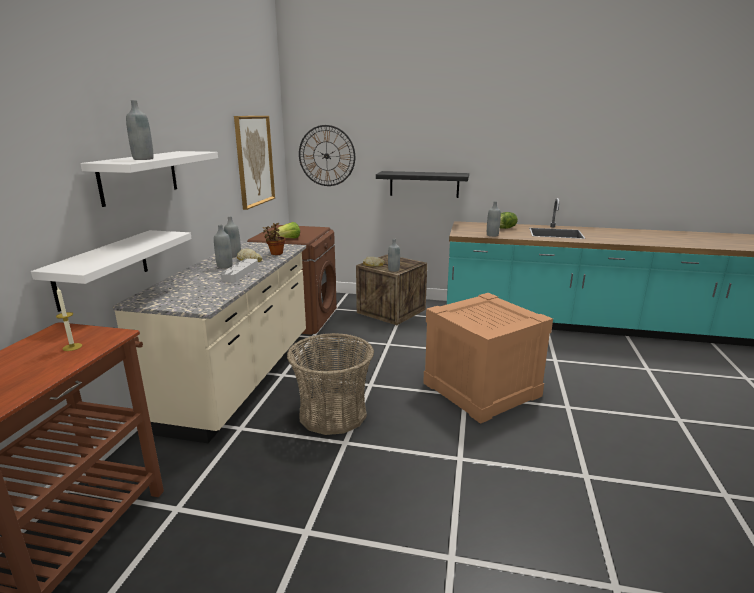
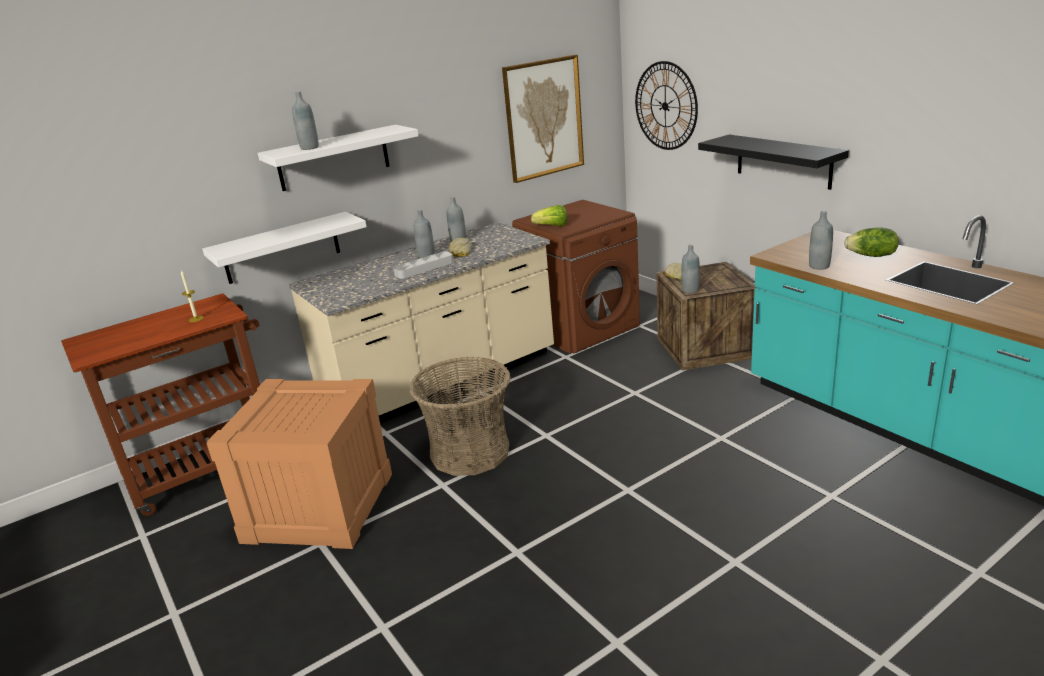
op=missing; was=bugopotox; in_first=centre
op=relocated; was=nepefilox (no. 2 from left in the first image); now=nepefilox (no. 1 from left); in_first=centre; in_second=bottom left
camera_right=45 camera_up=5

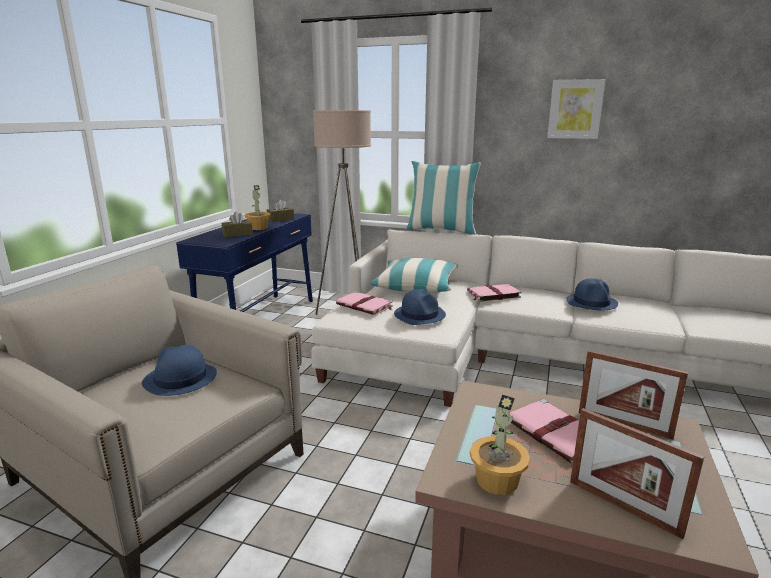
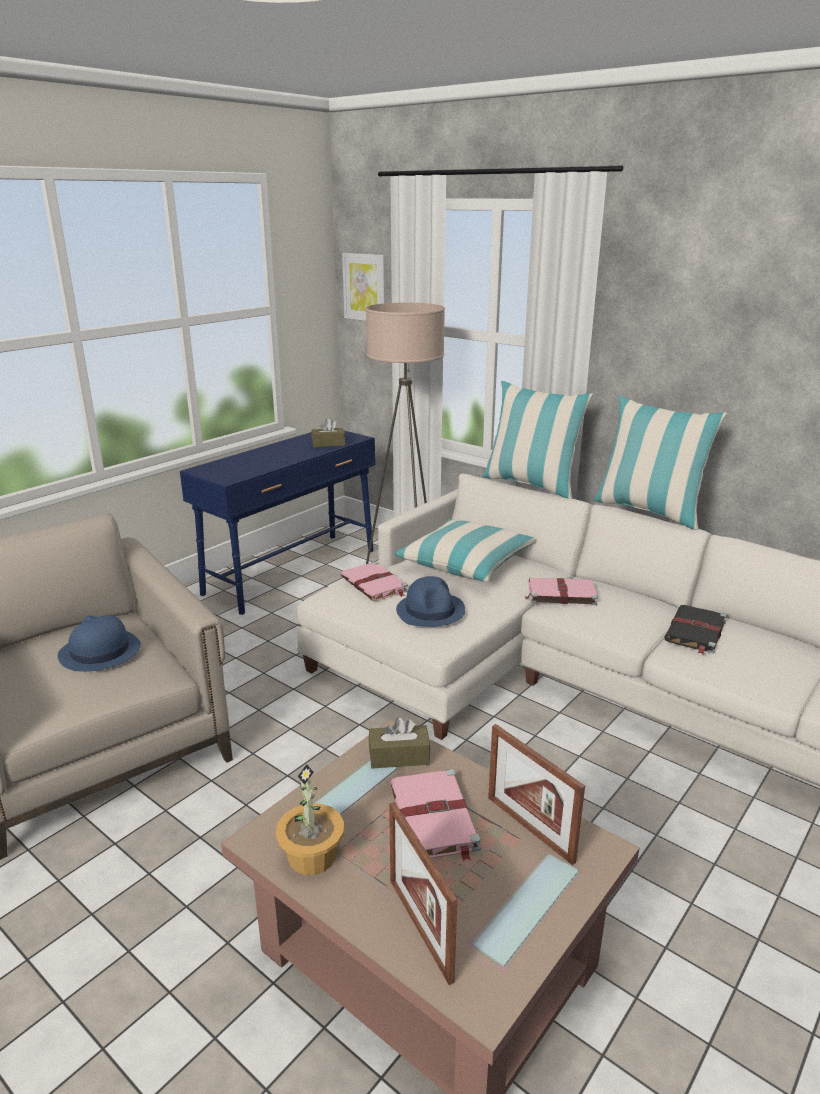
op=relocated; was=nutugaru; in_first=top right; in_second=top centre
op=missing; was=bugopotox (no. 1 from left); in_first=centre
op=relocated; was=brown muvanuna (no. 1 from left in the first image); now=brown muvanuna (no. 2 from left); in_first=middle left; in_second=bottom centre
op=exchanged; was=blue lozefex (no. 3 from left); now=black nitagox; in_first=middle right; in_second=middle right
op=appeared; now=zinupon (no. 3 from left); in_second=middle right
camera_right=20 camera_up=5

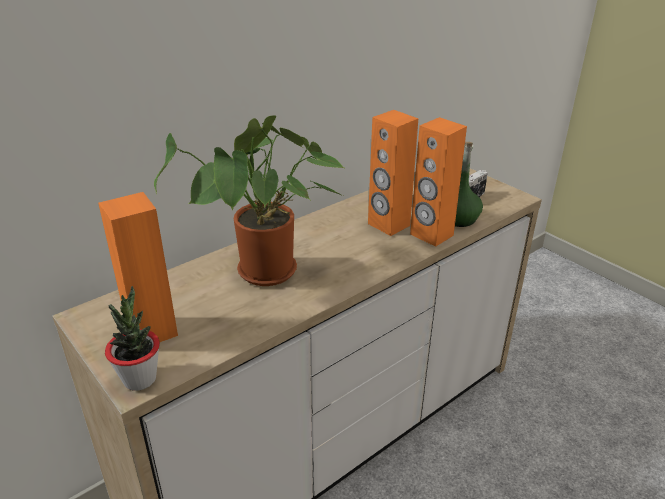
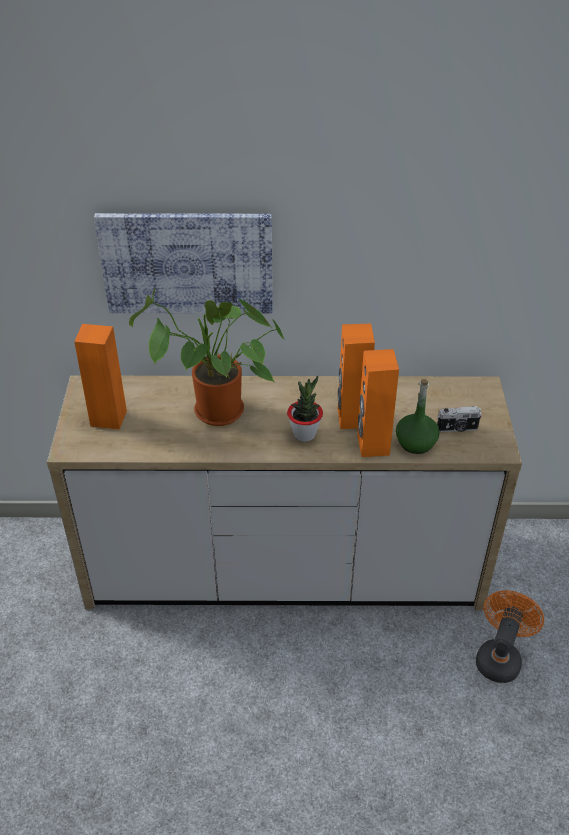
op=relocated; was=bugopotox (no. 1 from left in the first image); now=bugopotox (no. 2 from left); in_first=bottom left; in_second=centre
op=appeared; now=nutugaru; in_second=top left
op=appeared; now=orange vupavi; in_second=bottom right
camera_right=40 camera_up=10

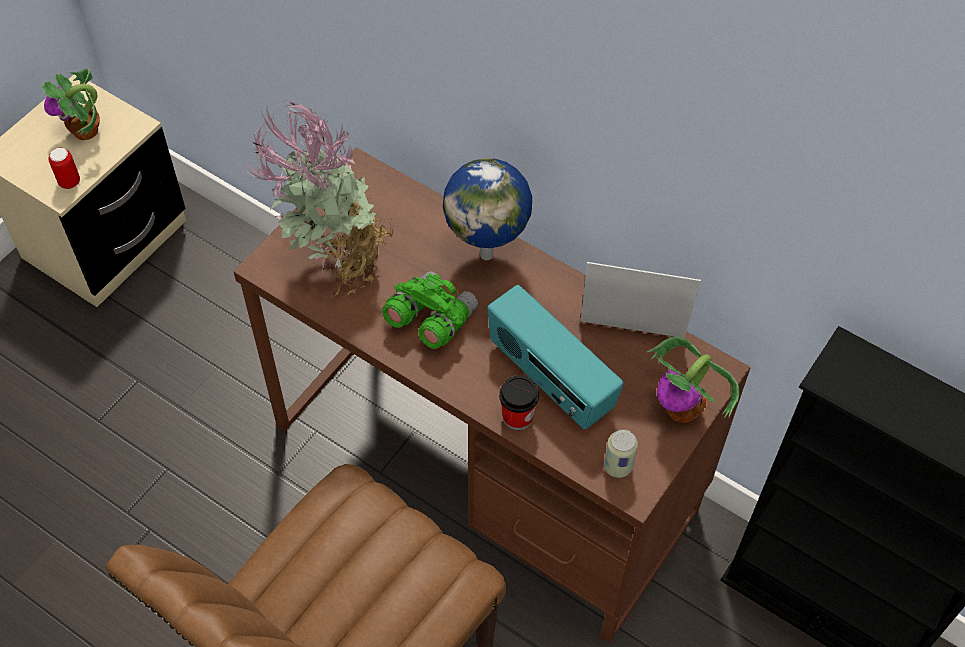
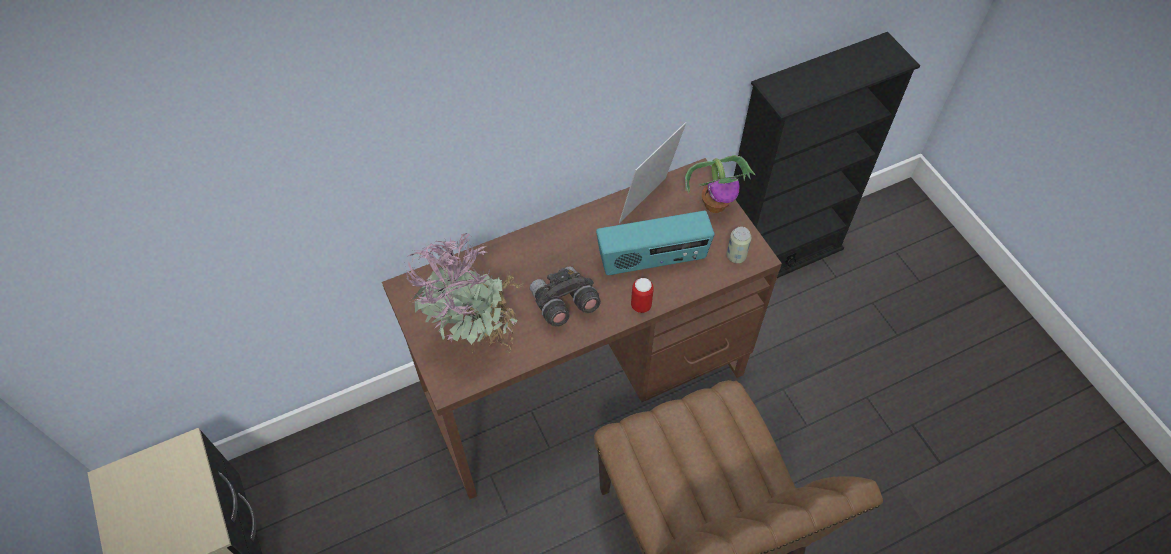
op=missing; was=bugopotox (no. 1 from left); in_first=top left
op=relocated; was=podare (no. 1 from left); in_first=top left; in_second=centre
op=missing; was=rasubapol; in_first=top centre
op=colour; was=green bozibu; now=grey bozibu; in_first=centre; in_second=centre
op=missing; was=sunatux; in_first=centre
camera_right=-60 camera_up=0

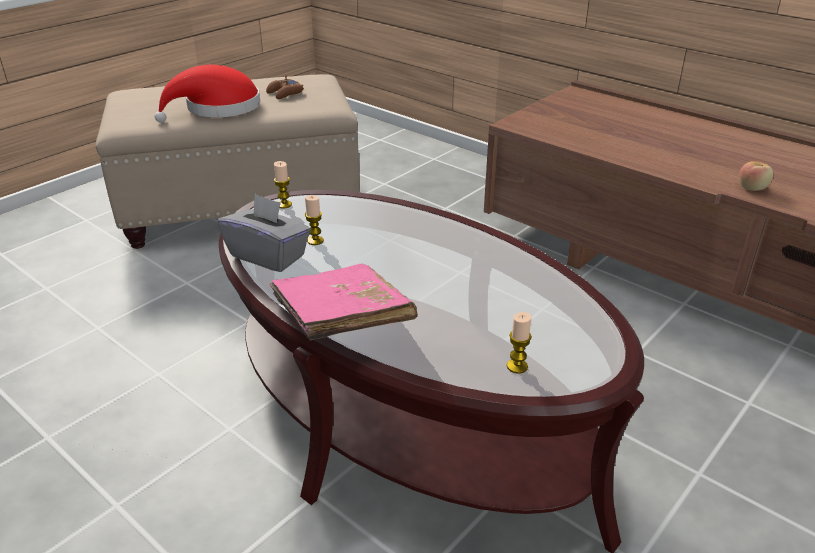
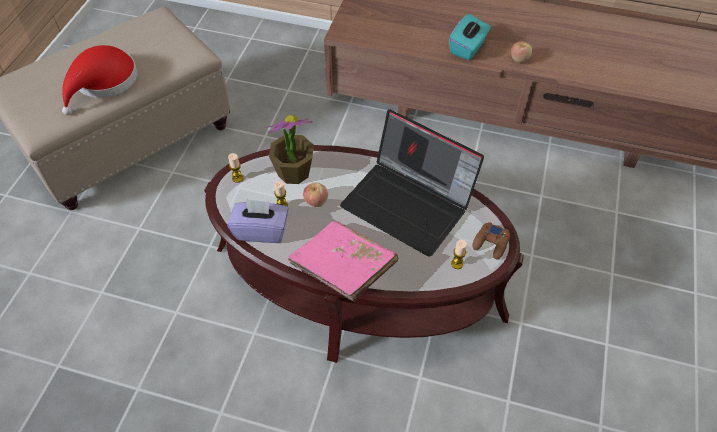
op=relocated; was=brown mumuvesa; in_first=top centre; in_second=middle right
op=colour; was=grey muvanuna; now=purple muvanuna; in_first=middle left; in_second=centre
op=appeared; now=turquoise muvanuna; in_second=top centre
op=appeared; now=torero; in_second=centre
op=appeared; now=bugopotox; in_second=centre
op=appeared; now=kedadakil (no. 1 from left); in_second=centre
camera_right=-25 camera_up=20

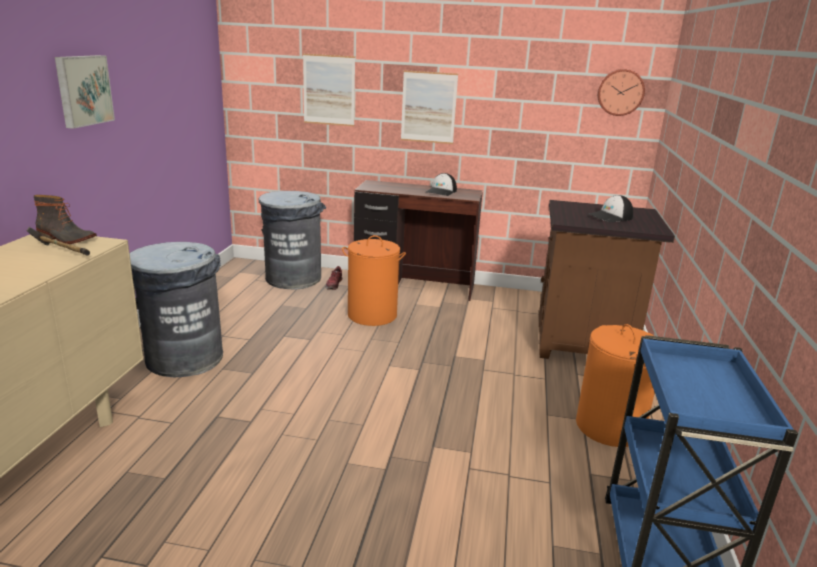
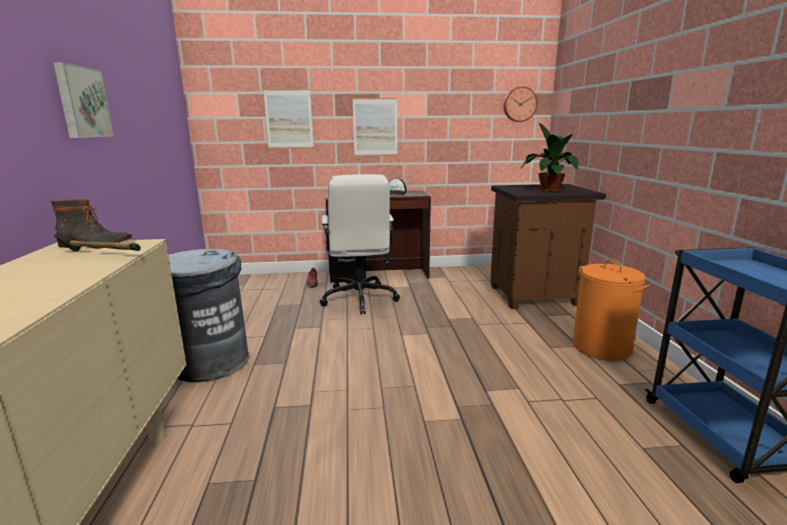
op=missing; was=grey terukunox (no. 2 from left); in_first=centre
op=exchanged; was=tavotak (no. 2 from left); now=bugopotox; in_first=middle right; in_second=top right
op=exchanged; was=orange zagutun (no. 1 from left); now=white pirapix; in_first=centre; in_second=centre
camera_right=-15 camera_up=-5

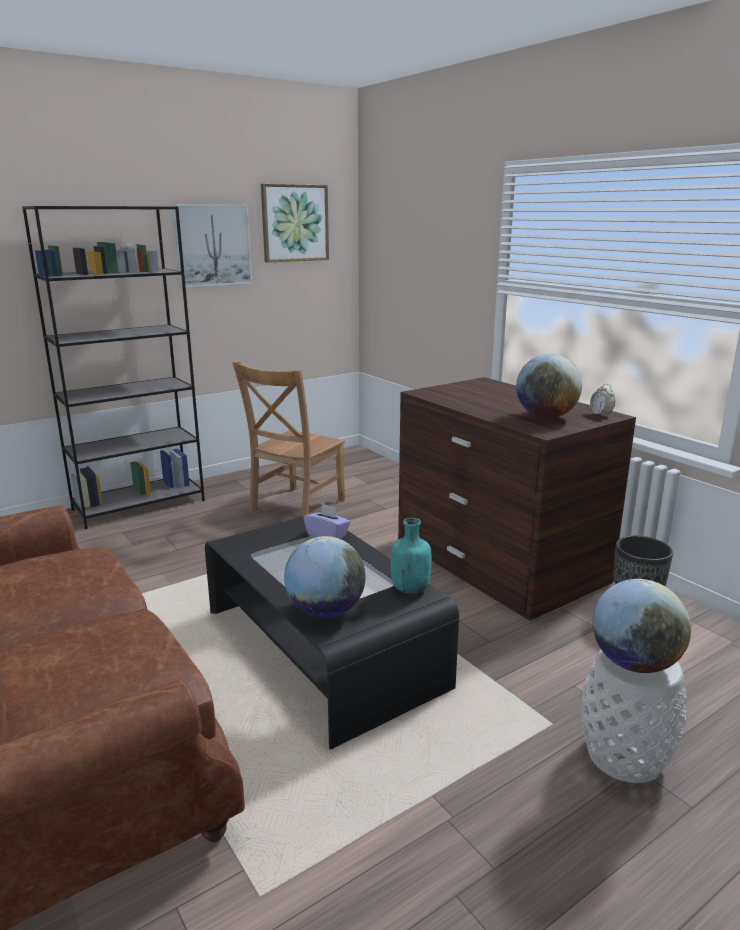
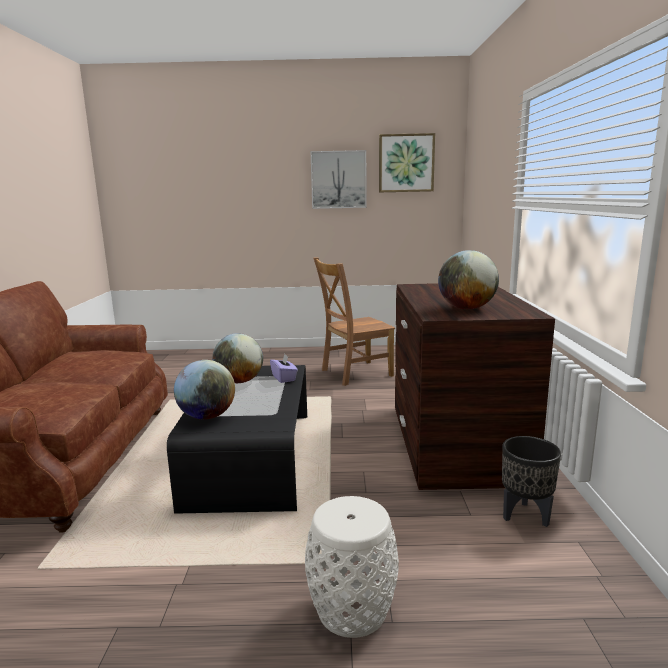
op=missing; was=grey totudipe; in_first=middle left
op=missing; was=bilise; in_first=middle right
op=missing; was=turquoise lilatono; in_first=centre
op=relocated; was=rasubapol (no. 3 from left in the first image); now=rasubapol (no. 2 from left); in_first=bottom right; in_second=centre
camera_right=35 camera_up=-5

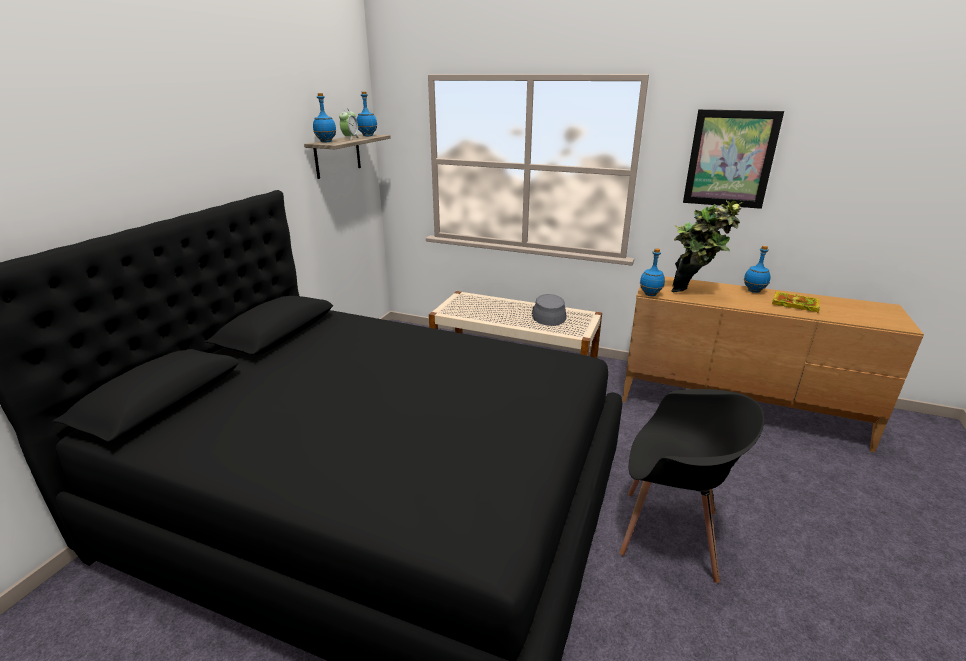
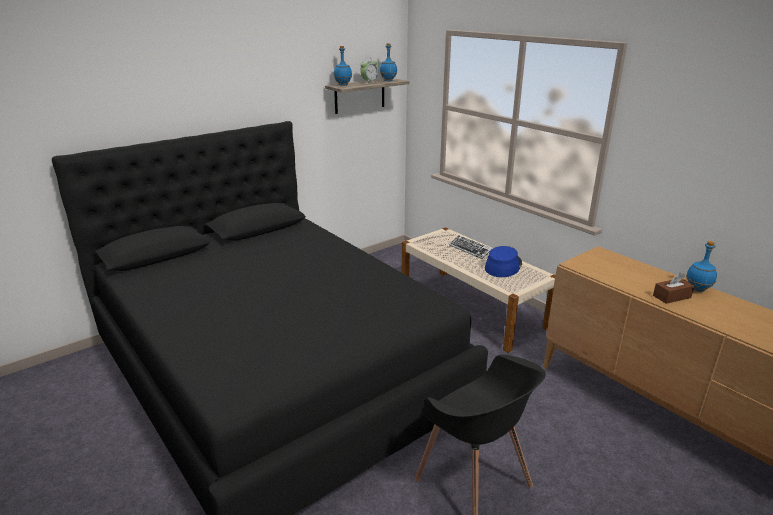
op=missing; was=nutugaru; in_first=top right
op=missing; was=bugopotox; in_first=middle right
op=missing; was=blue lilatono (no. 3 from left); in_first=middle right
op=missing; was=nitagox; in_first=middle right
op=colour; was=grey lozefex; now=blue lozefex; in_first=centre; in_second=centre
op=appeared; now=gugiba; in_second=centre
op=appeared; now=brown muvanuna; in_second=middle right
camera_right=30 camera_up=0

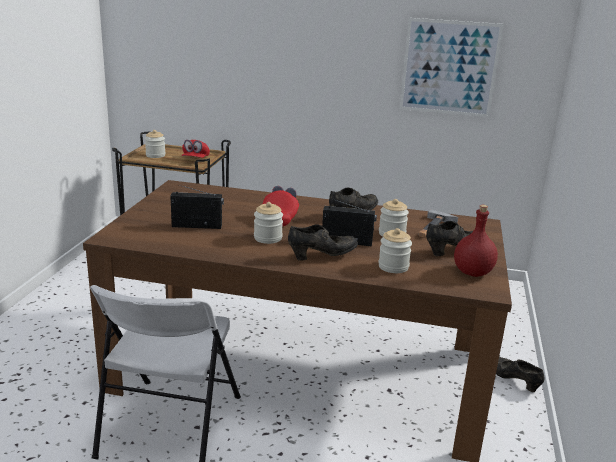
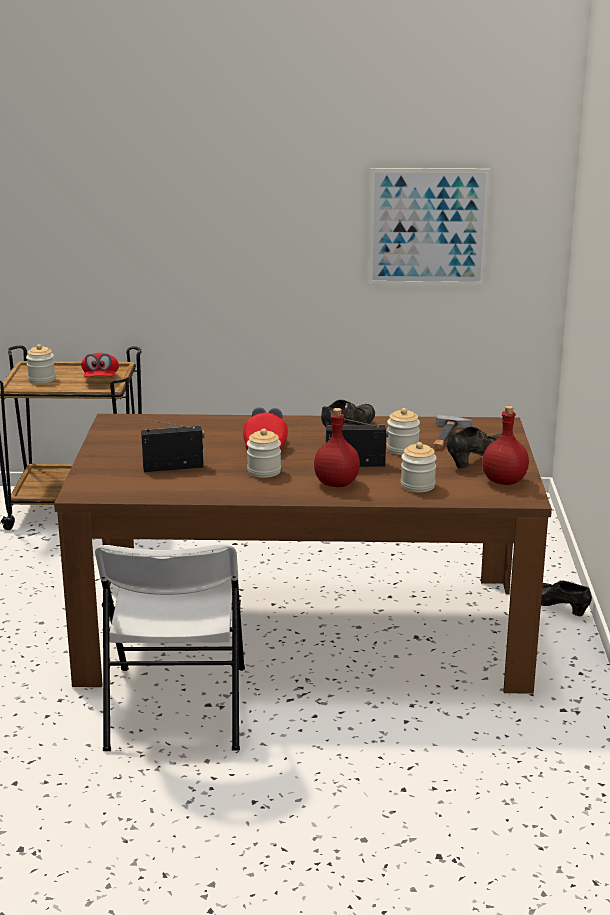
op=exchanged; was=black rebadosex (no. 1 from left); now=red lilatono (no. 1 from left); in_first=centre; in_second=centre
camera_right=-10 camera_up=0

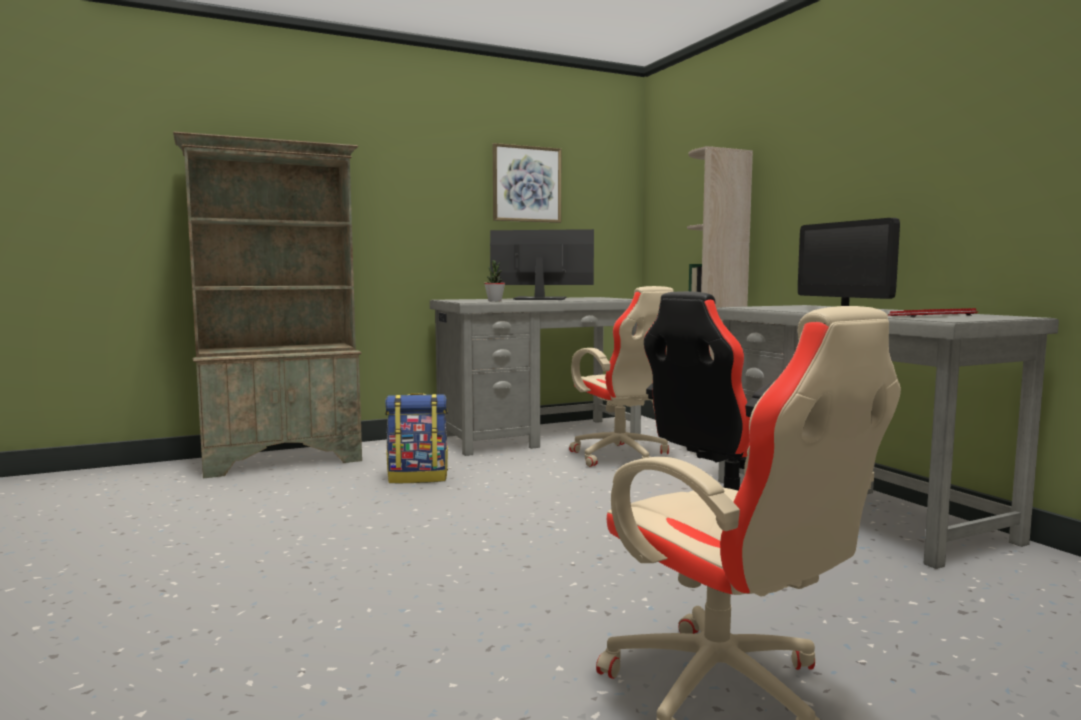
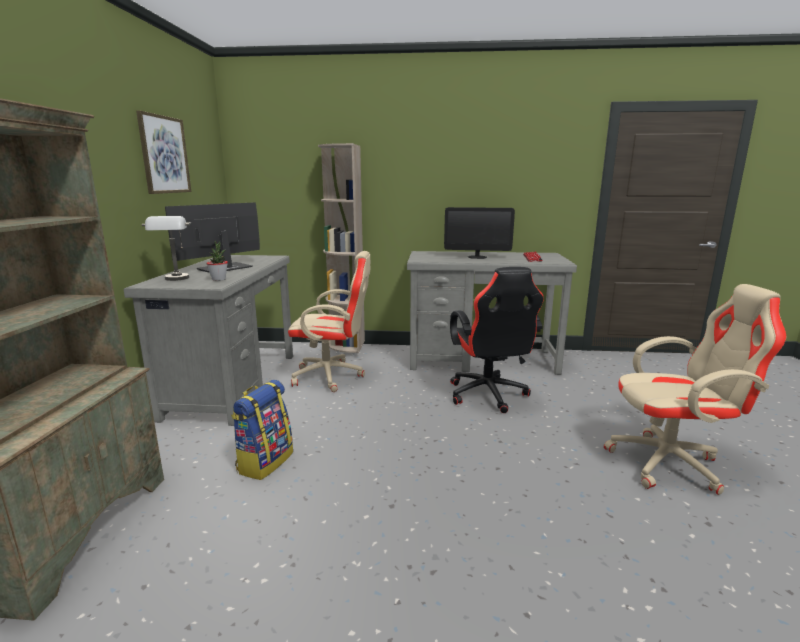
op=appeared; now=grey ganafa; in_second=middle left
camera_right=-60 camera_up=10

